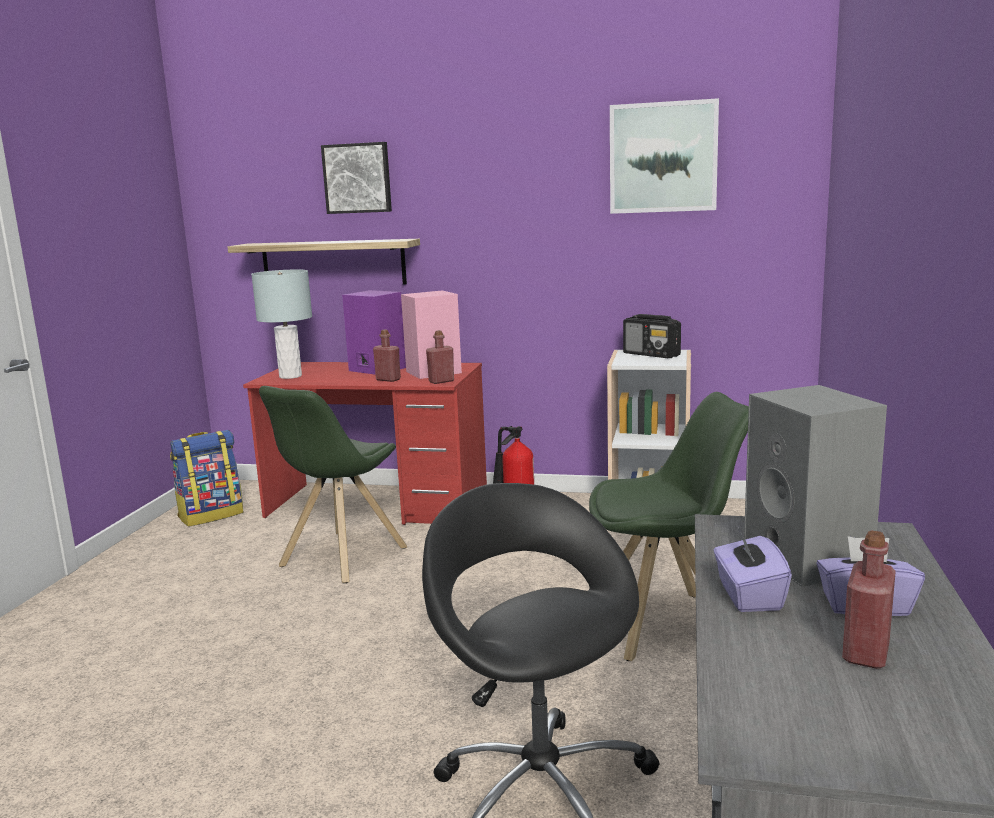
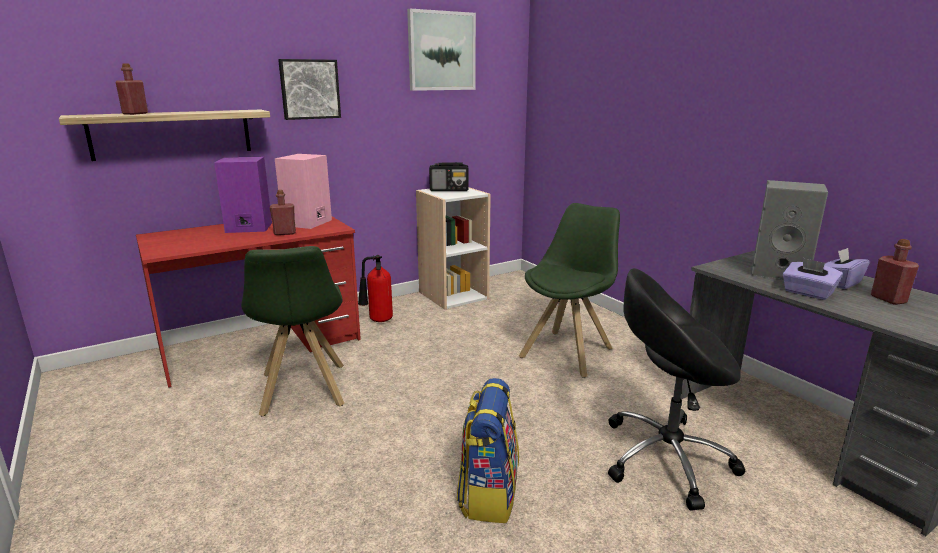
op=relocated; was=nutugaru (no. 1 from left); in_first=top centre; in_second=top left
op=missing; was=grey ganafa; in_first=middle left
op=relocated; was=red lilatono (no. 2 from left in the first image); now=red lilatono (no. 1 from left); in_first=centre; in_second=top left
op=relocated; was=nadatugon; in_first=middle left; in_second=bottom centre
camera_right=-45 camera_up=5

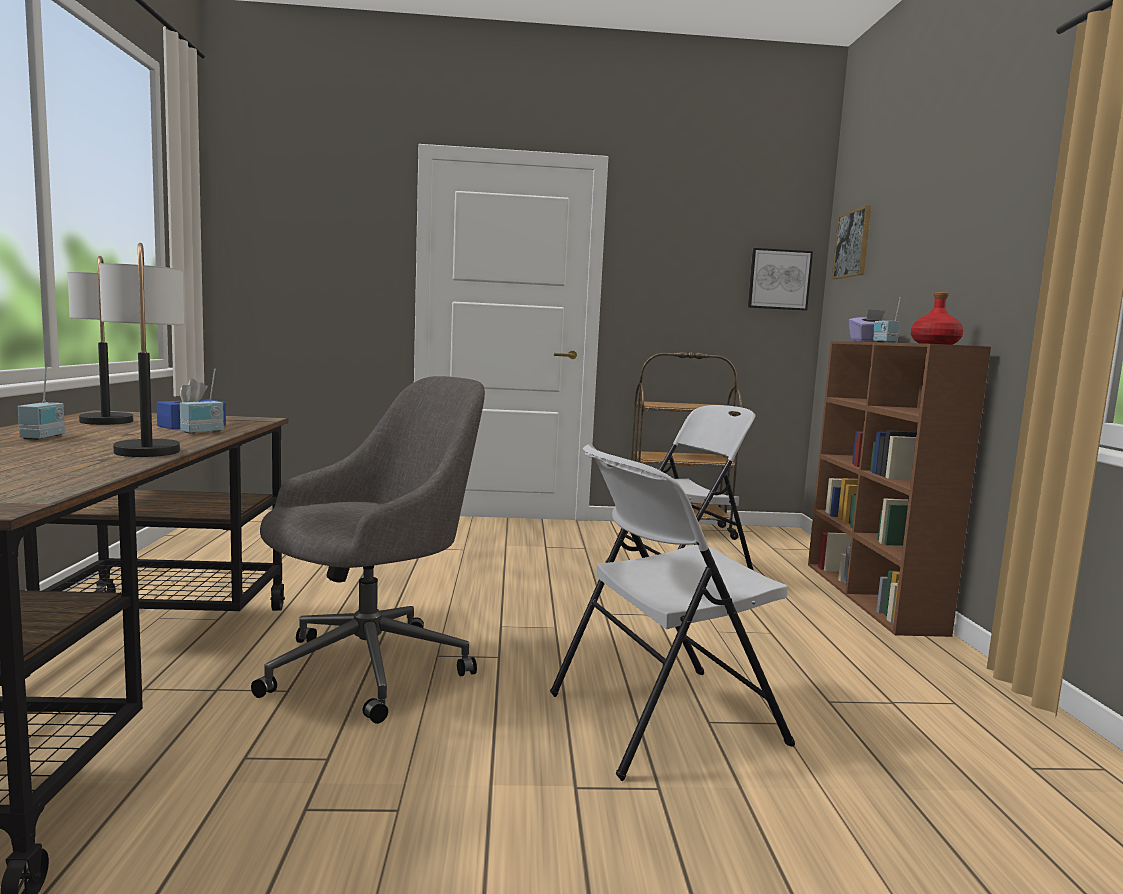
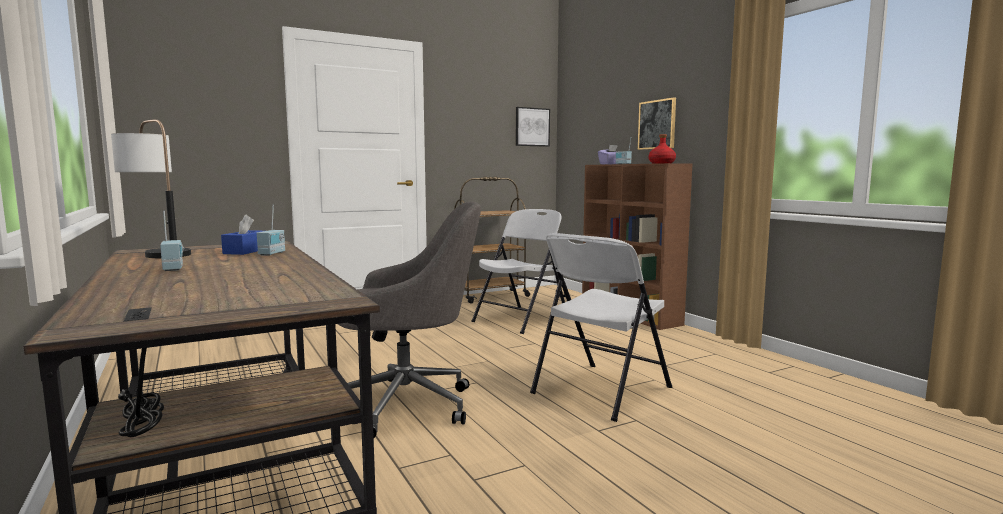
op=relocated; was=nutugaru (no. 2 from left); in_first=top right; in_second=top centre
op=missing; was=ganafa (no. 2 from left); in_first=middle left
op=spun; was=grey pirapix; in_first=middle left; in_second=centre; clockwise=60
camera_right=-25 camera_up=0

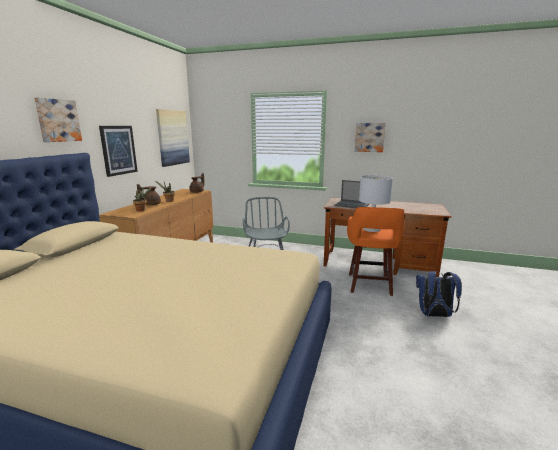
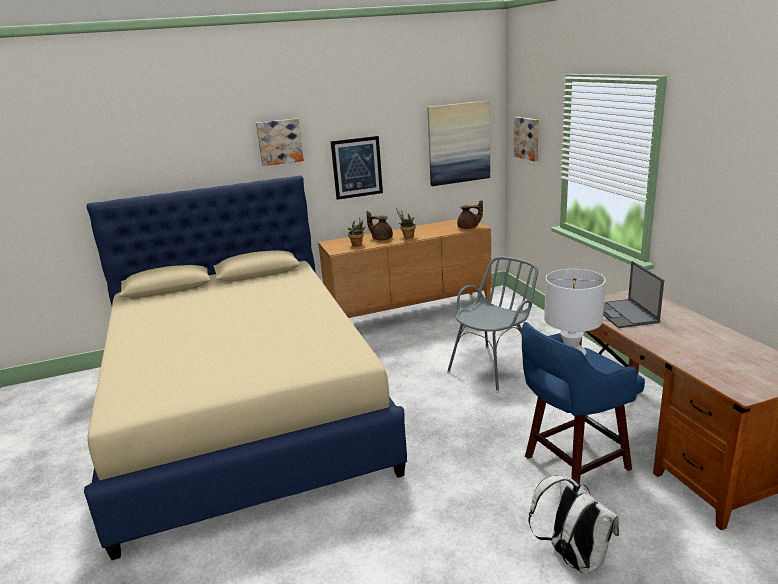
op=relocated; was=nutugaru (no. 4 from left); in_first=top centre; in_second=top right
op=colour; was=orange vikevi; now=blue vikevi; in_first=middle right; in_second=bottom right
op=colour; was=blue nadatugon; now=white nadatugon; in_first=middle right; in_second=bottom right
camera_right=55 camera_up=5

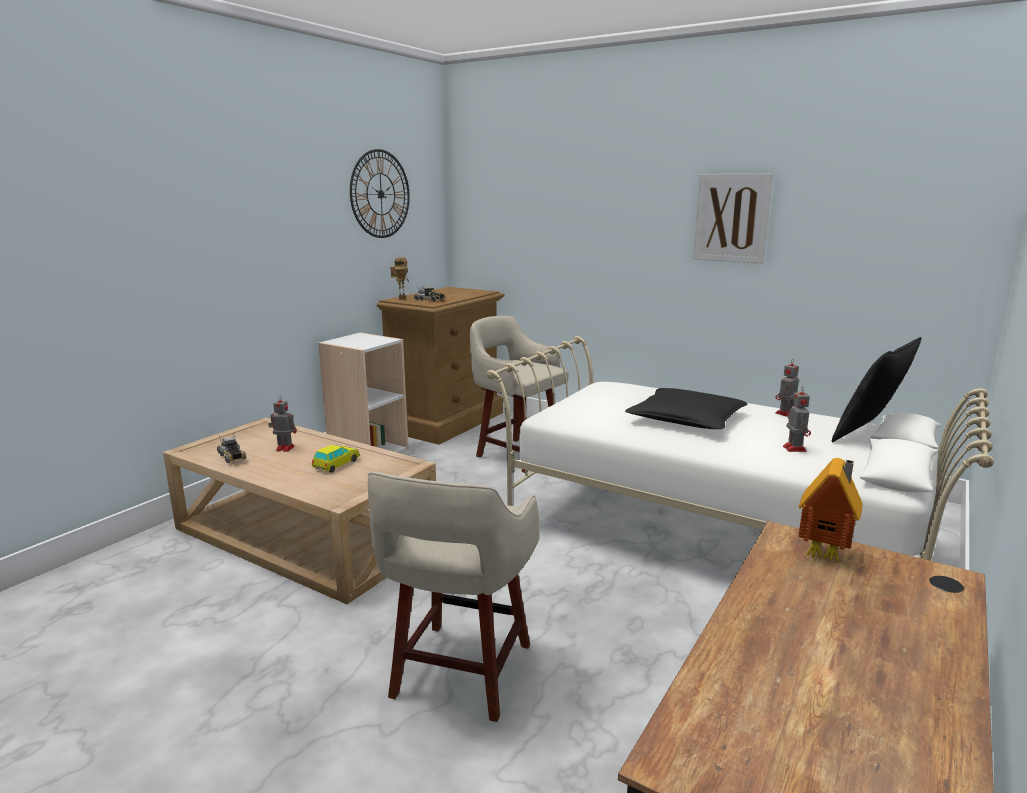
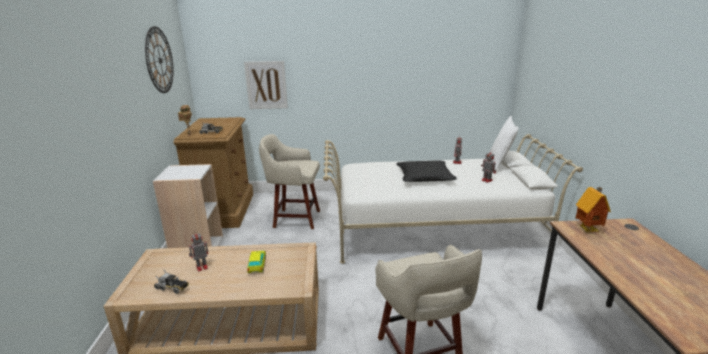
op=relocated; was=nutugaru; in_first=top right; in_second=top centre
op=colour; was=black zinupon (no. 2 from left); now=white zinupon; in_first=middle right; in_second=middle right
camera_right=-35 camera_up=5

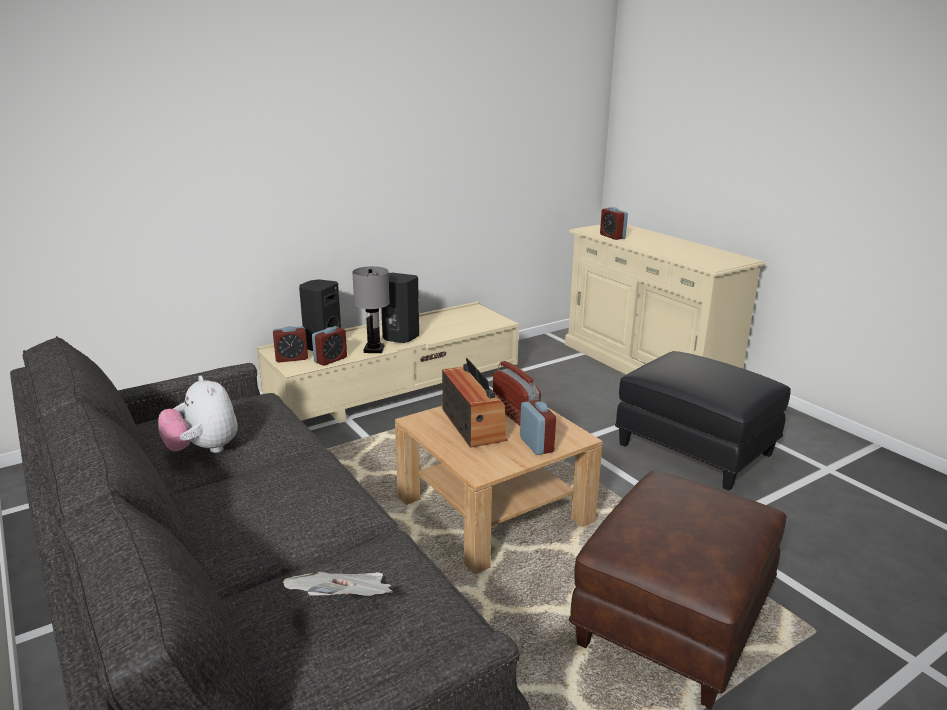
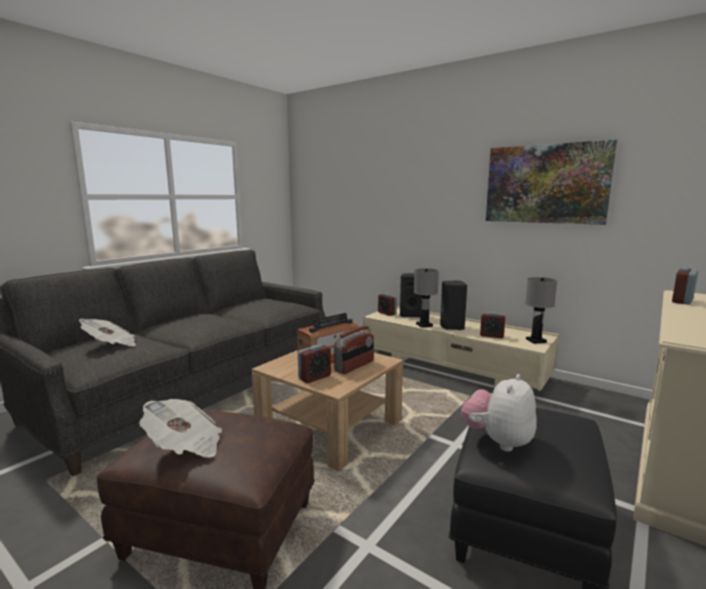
op=relocated; was=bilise (no. 2 from left in the first image); now=bilise (no. 3 from left); in_first=centre; in_second=middle right
op=relocated; was=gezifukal; in_first=middle left; in_second=bottom right
op=appeared; now=nutugaru; in_second=top right
op=appeared; now=grey ganafa (no. 2 from left); in_second=middle right
op=appeared; now=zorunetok (no. 2 from left); in_second=bottom left
camera_right=70 camera_up=-10

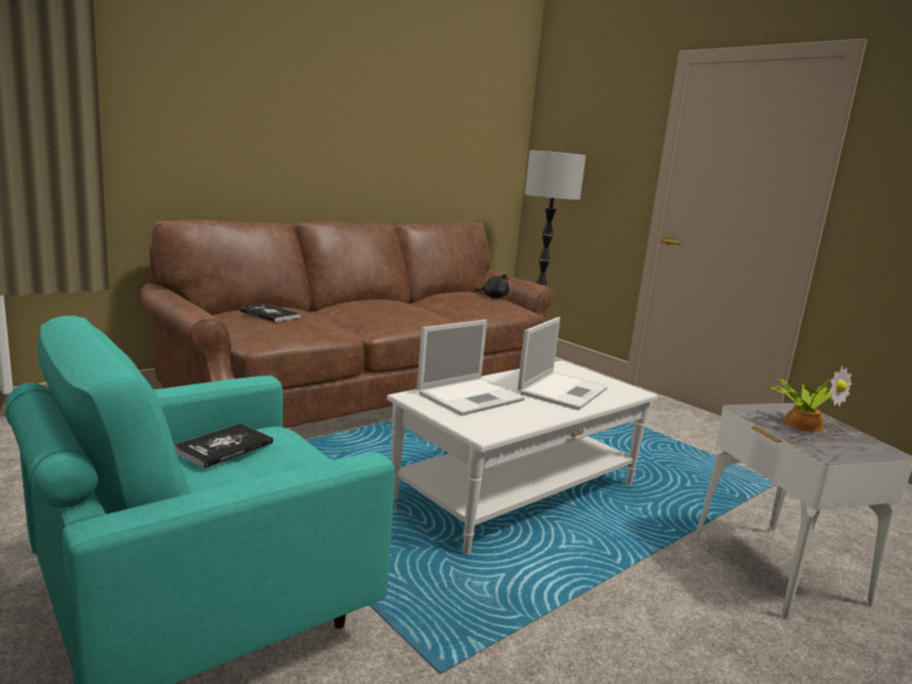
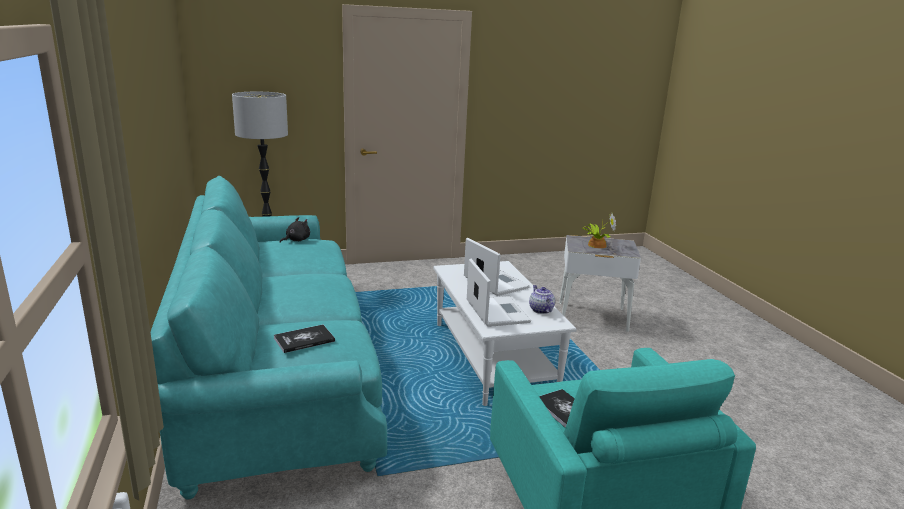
op=colour; was=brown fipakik; now=turquoise fipakik; in_first=centre; in_second=middle left
op=appeared; now=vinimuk; in_second=centre
camera_right=-65 camera_up=5

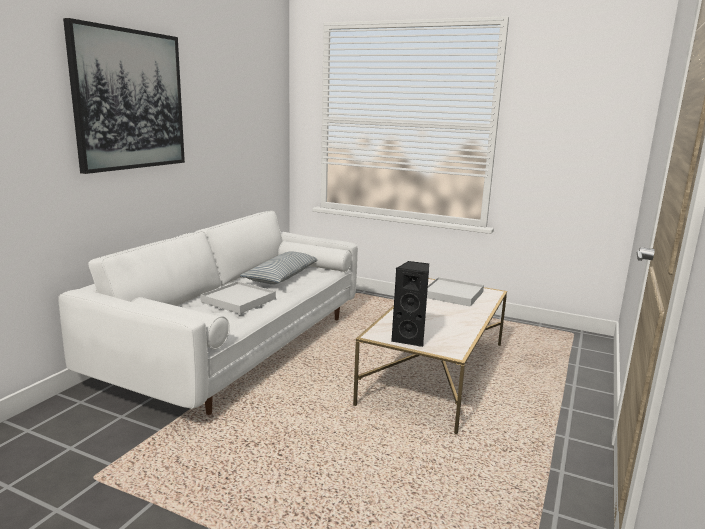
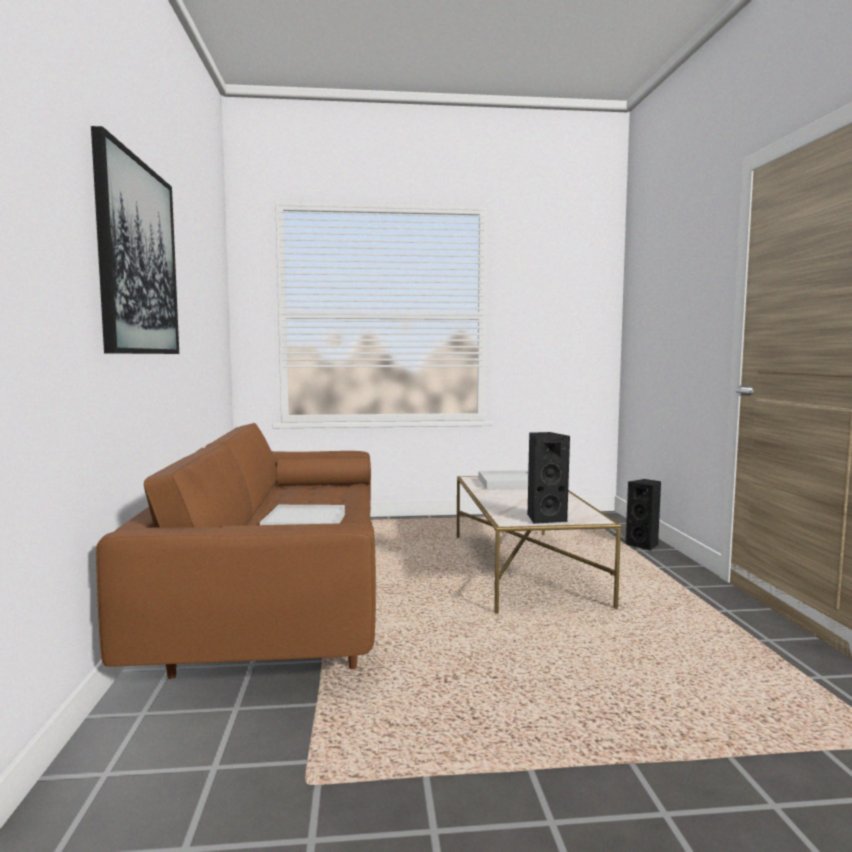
op=colour; was=white fipakik; now=brown fipakik; in_first=middle left; in_second=middle left
op=missing; was=zinupon; in_first=centre
op=appeared; now=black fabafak (no. 2 from left); in_second=middle right
camera_right=-30 camera_up=-10

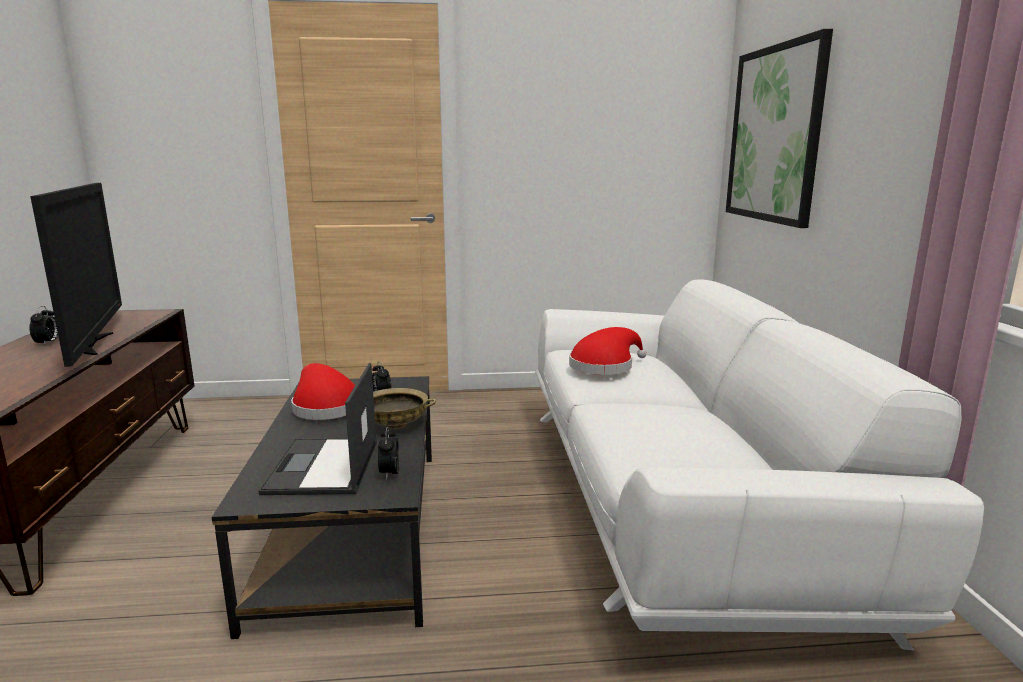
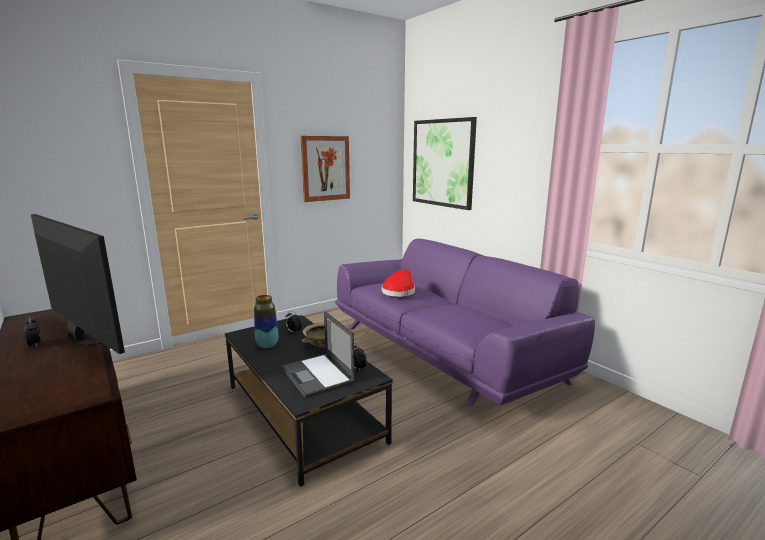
op=colour; was=white fipakik; now=purple fipakik; in_first=bottom right; in_second=centre
op=exchanged; was=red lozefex (no. 1 from left); now=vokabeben; in_first=middle left; in_second=centre
op=appeared; now=nutugaru (no. 1 from left); in_second=top centre
camera_right=-30 camera_up=0

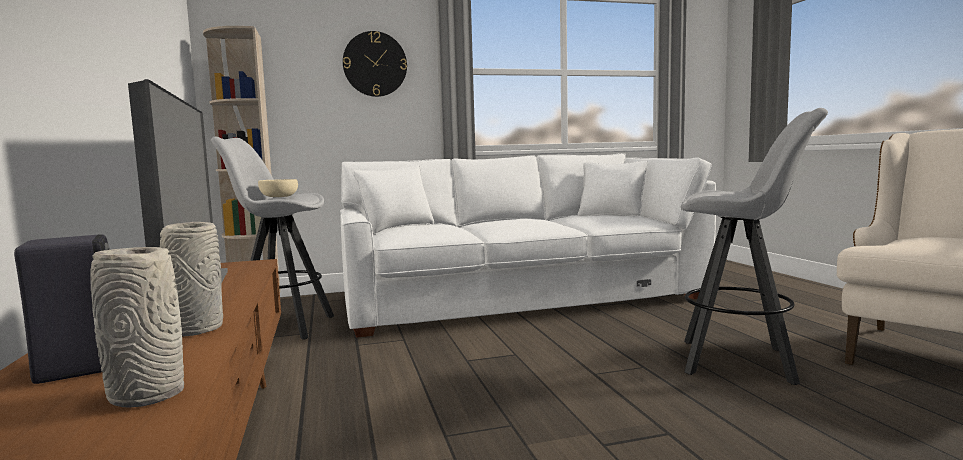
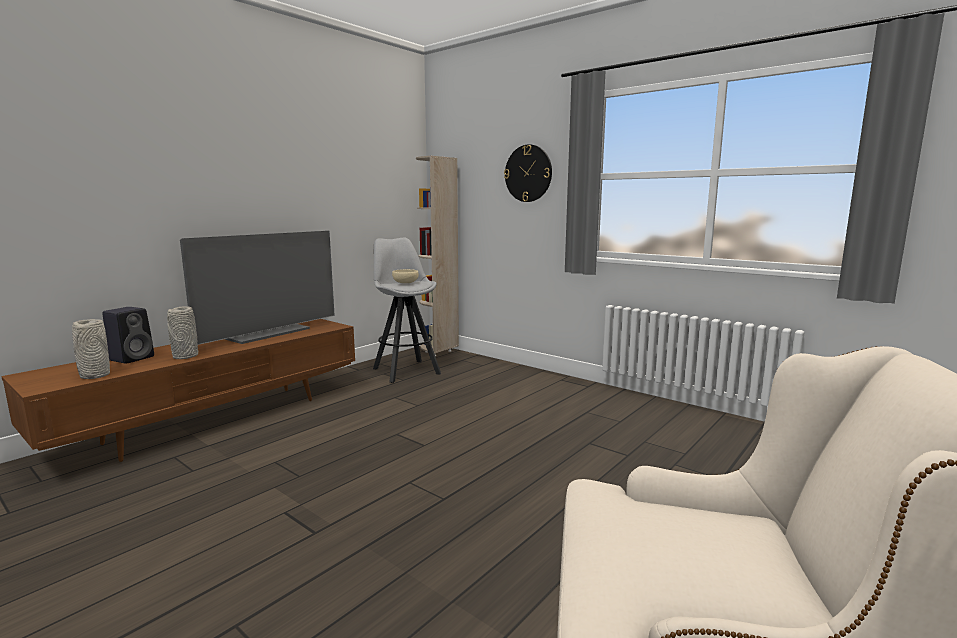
op=missing; was=grey vikevi (no. 2 from left); in_first=middle right
op=missing; was=white fipakik; in_first=centre
camera_right=55 camera_up=5

